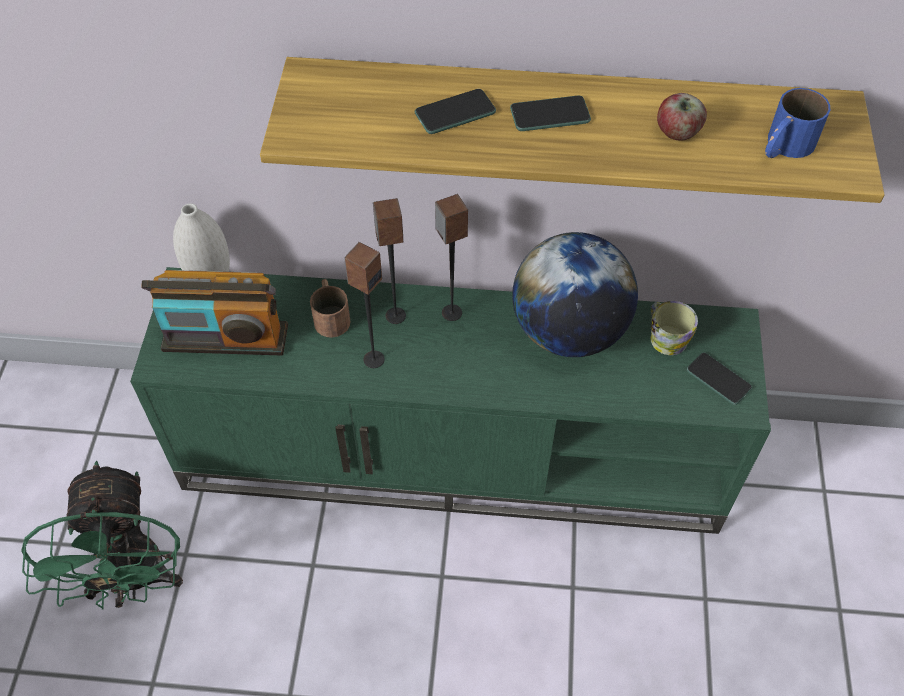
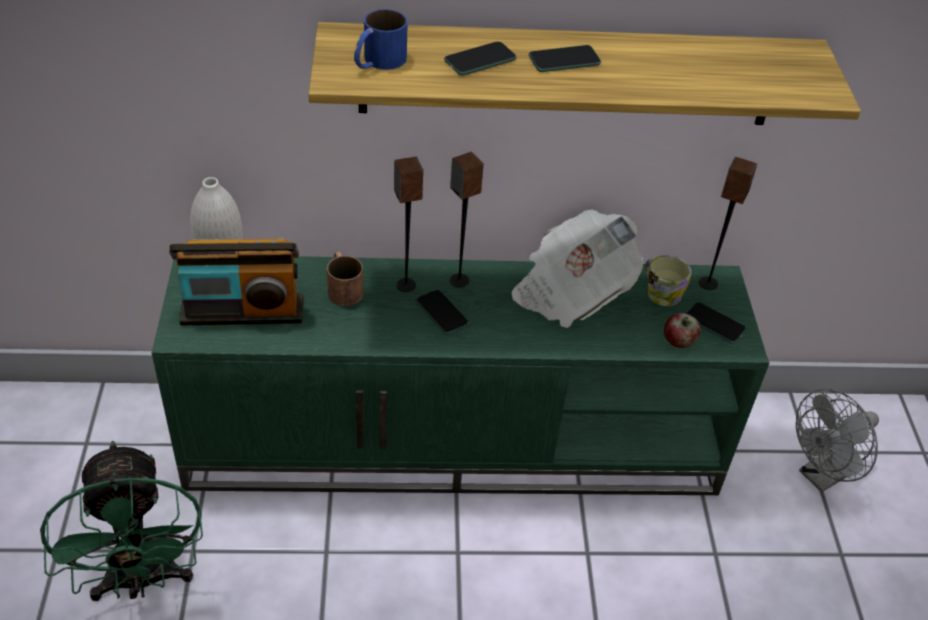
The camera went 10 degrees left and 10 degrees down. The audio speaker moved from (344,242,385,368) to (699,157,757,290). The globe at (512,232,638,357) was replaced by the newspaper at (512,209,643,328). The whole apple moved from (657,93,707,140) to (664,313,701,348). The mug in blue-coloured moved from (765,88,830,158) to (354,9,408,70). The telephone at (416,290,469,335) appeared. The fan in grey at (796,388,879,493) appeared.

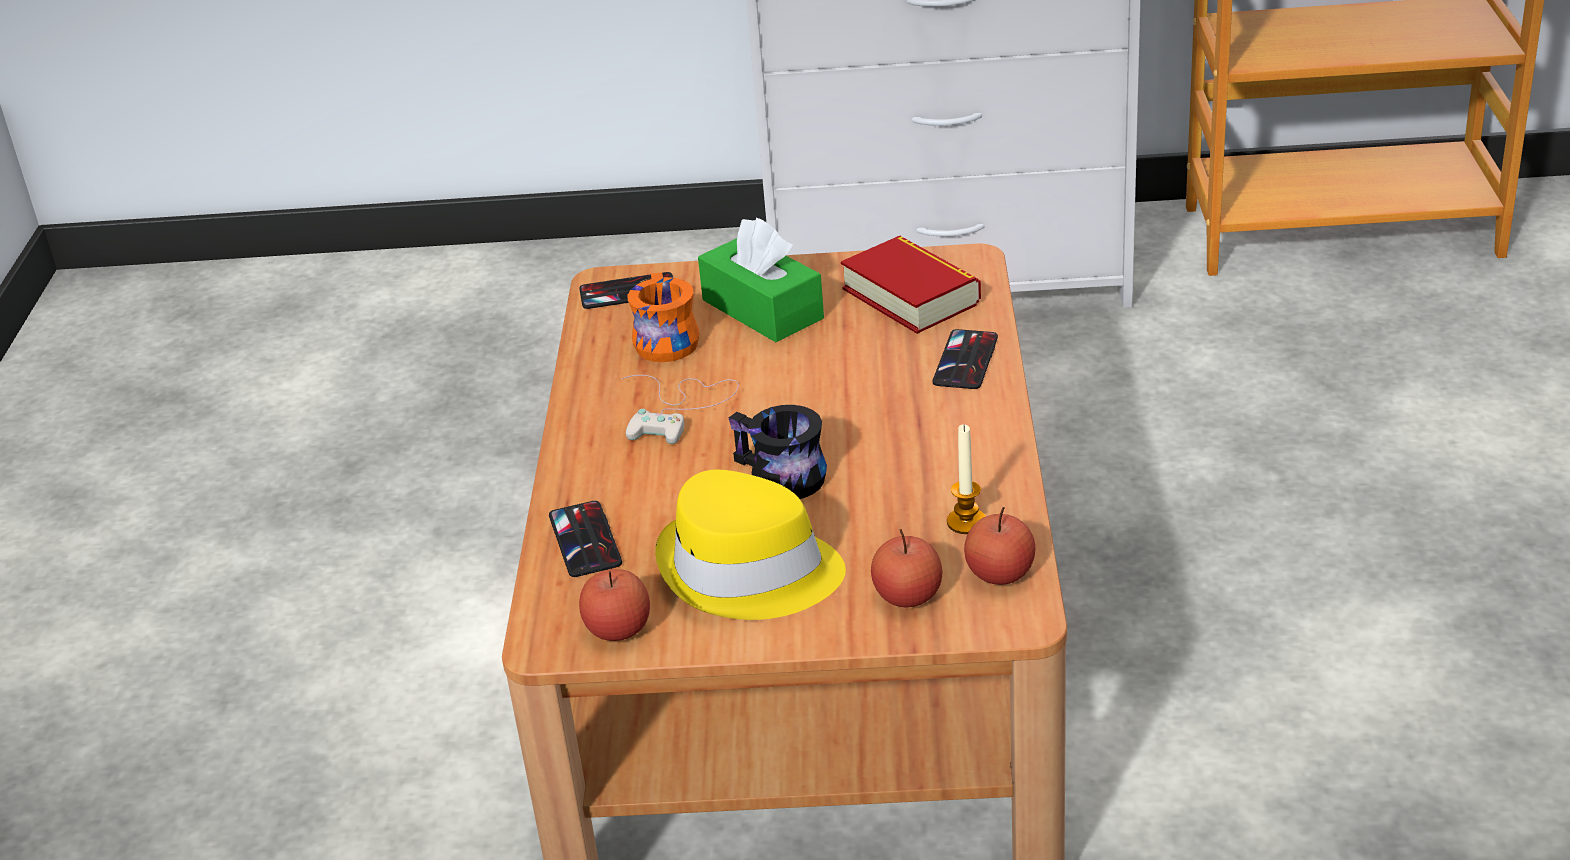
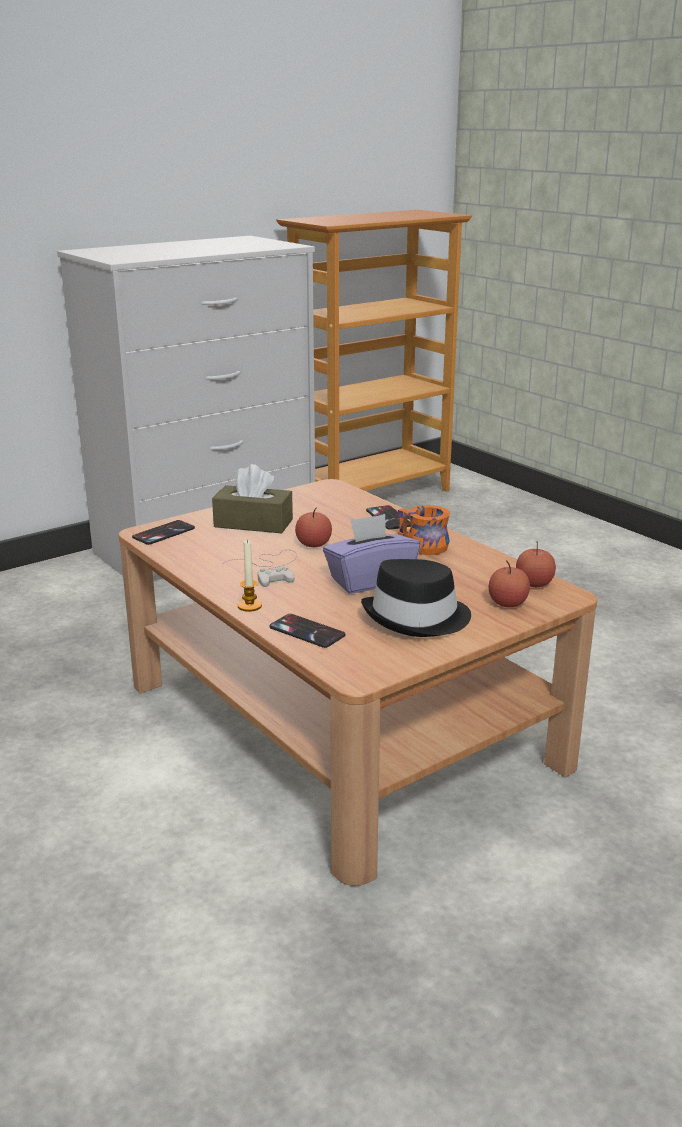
The camera went 40 degrees left and 10 degrees down. The whole apple moved from (579,569,650,641) to (295,507,332,547). The mug in orange-coloured moved from (627,272,699,362) to (398,505,450,555). The hat in yellowish at (655,470,846,620) became the hat in black at (361,559,471,637). The tissue box in green at (698,218,824,342) became the tissue box in brown at (212,464,293,533). The mug in black at (729,405,827,499) was replaced by the tissue box in purple-coloured at (323,514,420,594). The bound book at (841,236,981,334) disappeared. The wax light moved from (947,424,986,534) to (238,540,262,612).

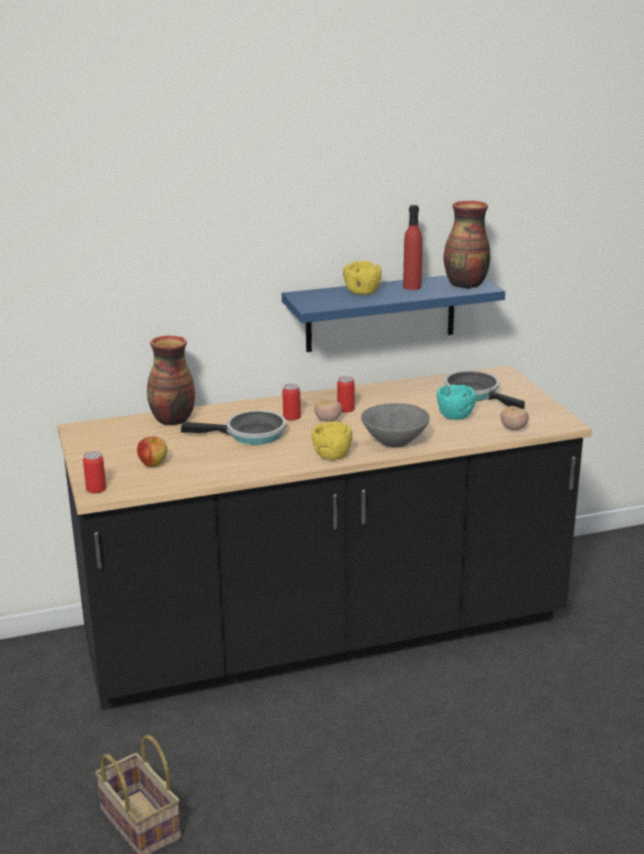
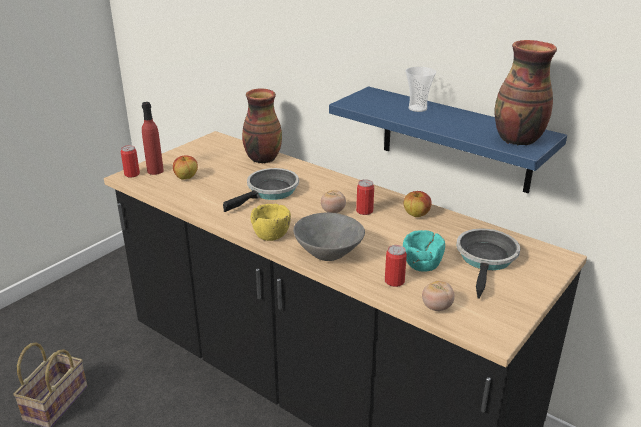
The camera went 55 degrees right and 5 degrees up. The skillet at (181,410,286,445) turned 105 degrees counterclockwise. The metal can moved from (282,383,301,421) to (385,245,407,287). The deep dish in yellowish at (343,261,382,295) was replaced by the small cup at (405,67,436,112). The beverage bottle in red moved from (403,205,423,290) to (142,102,164,175). The whole apple at (404,191,432,217) appeared.

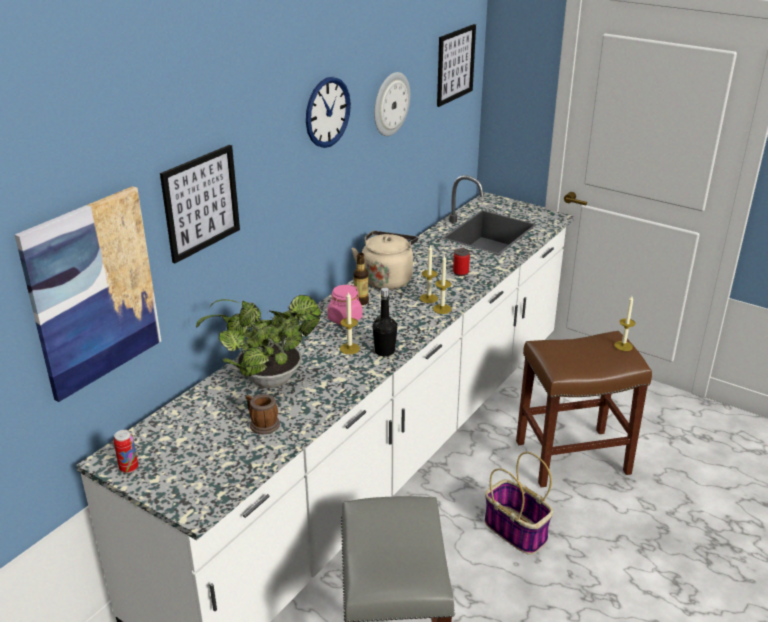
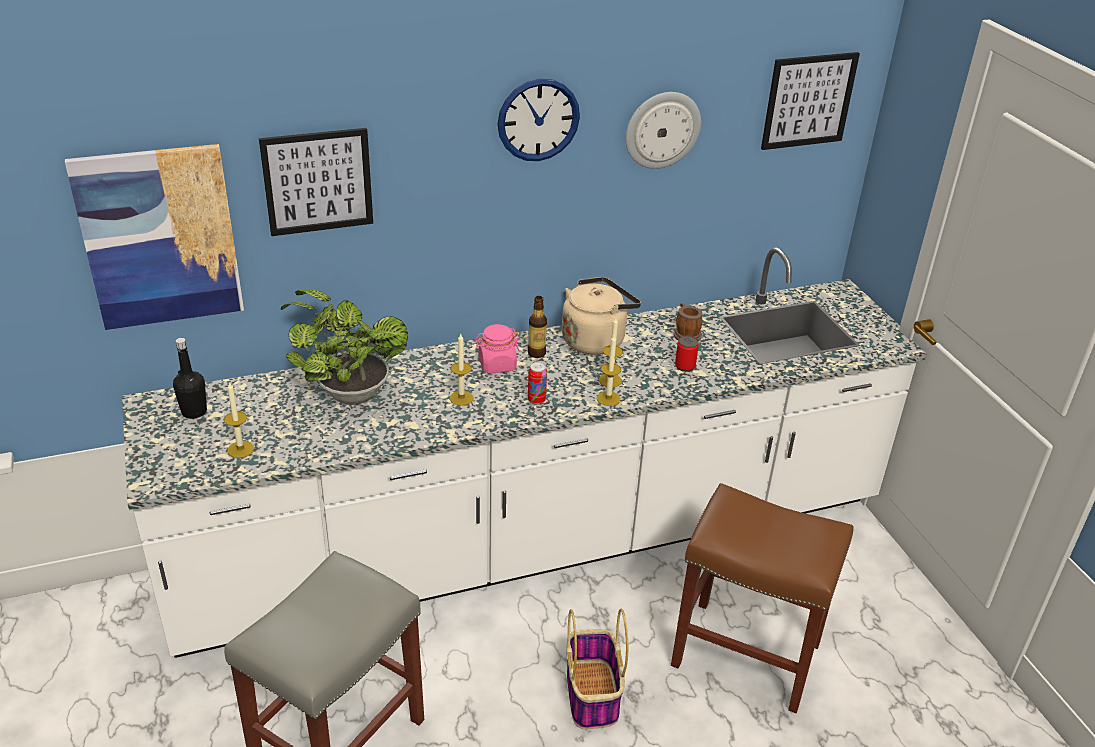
The camera went 35 degrees right and 5 degrees up. The metal can moved from (114,430,138,473) to (528,362,547,405). The mug moved from (246,394,280,434) to (673,303,702,341). The beverage bottle in black moved from (372,288,397,356) to (173,338,207,419). The wax light moved from (614,296,635,351) to (224,382,254,458).

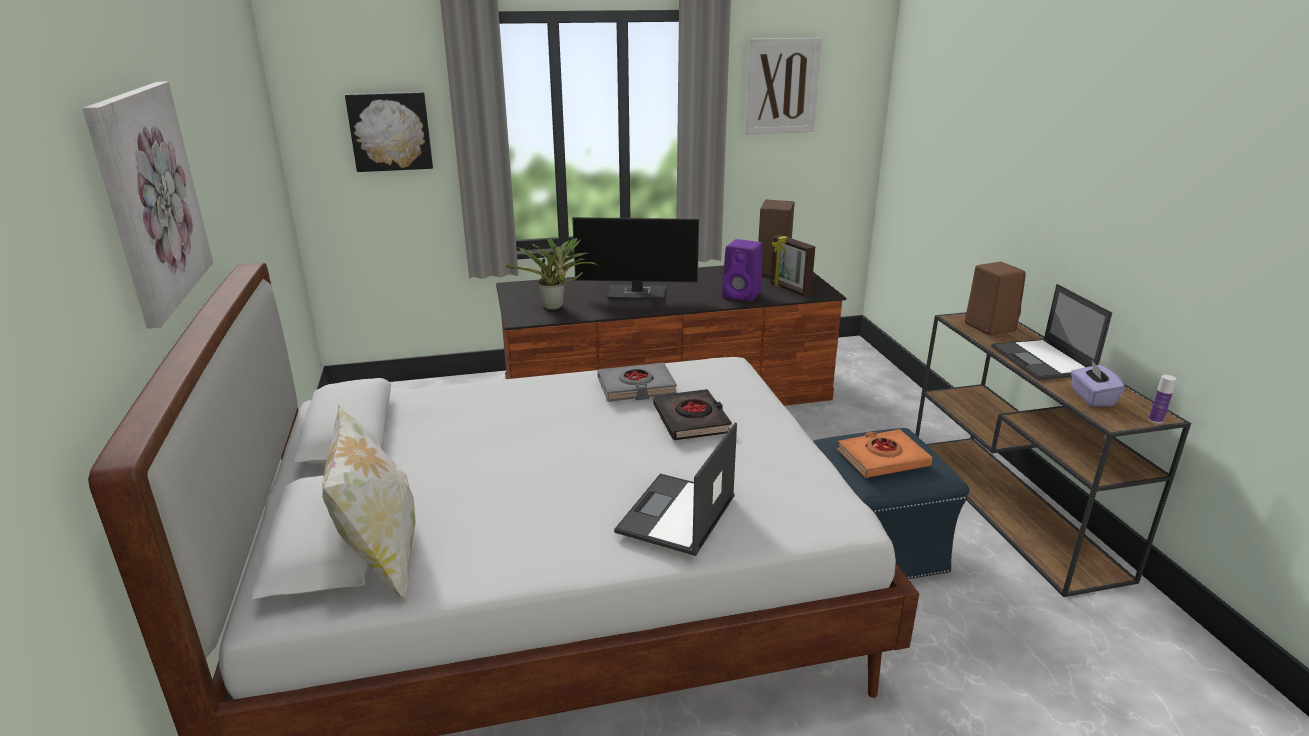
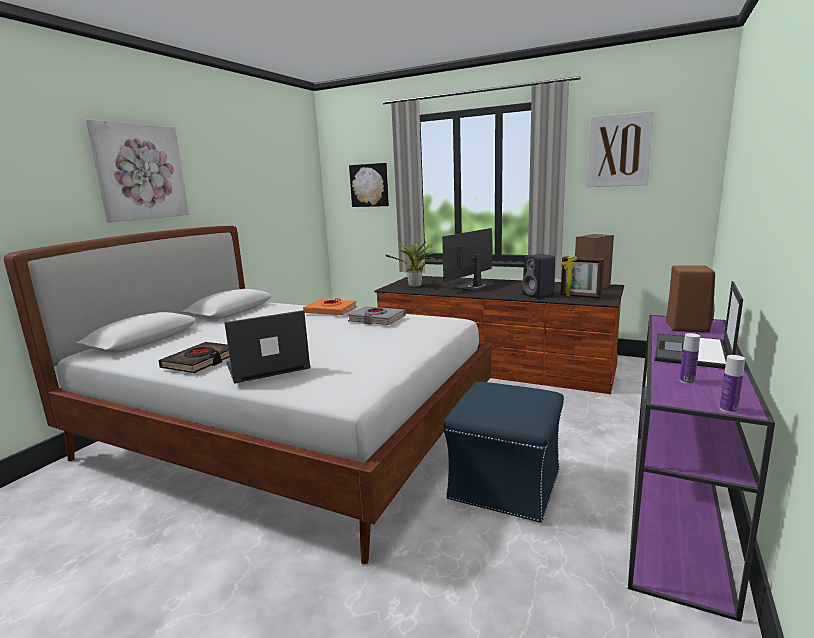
The camera went 40 degrees right and 10 degrees down. The cushion at (322,405,416,602) disappeared. The computer display at (572,217,699,300) turned 90 degrees clockwise. The bound book in black moved from (654,389,732,440) to (158,342,230,373). The audio speaker in purple-coloured at (722,239,763,302) became the audio speaker in black at (522,254,555,298). The photo frame at (770,235,815,296) turned 60 degrees counterclockwise. The bound book in orange-coloured moved from (837,429,932,478) to (303,298,357,315). The console table in brown at (915,312,1191,597) became the console table in purple-coloured at (628,315,775,622). The tissue box in purple-coloured at (1071,361,1125,407) was replaced by the beverage bottle at (679,333,700,384).

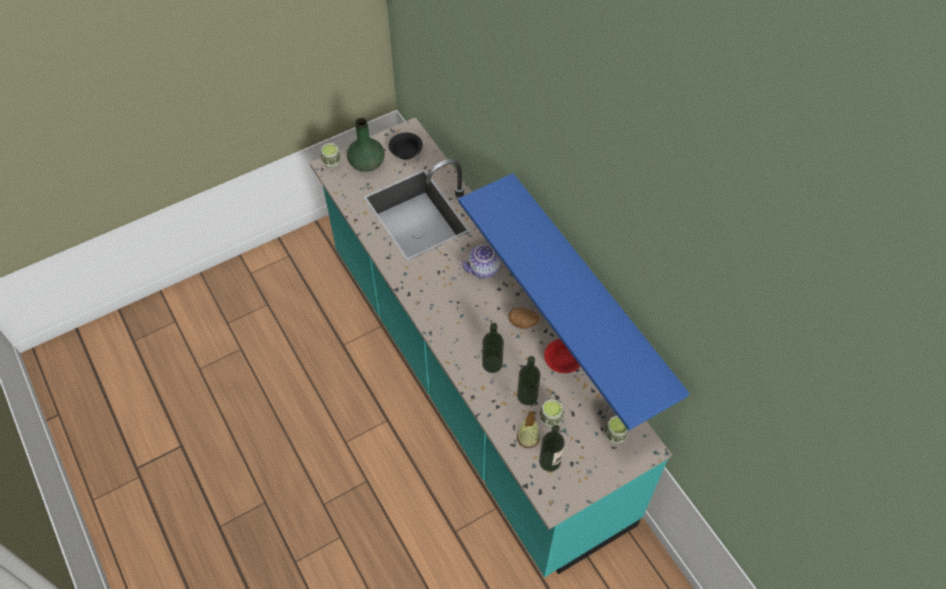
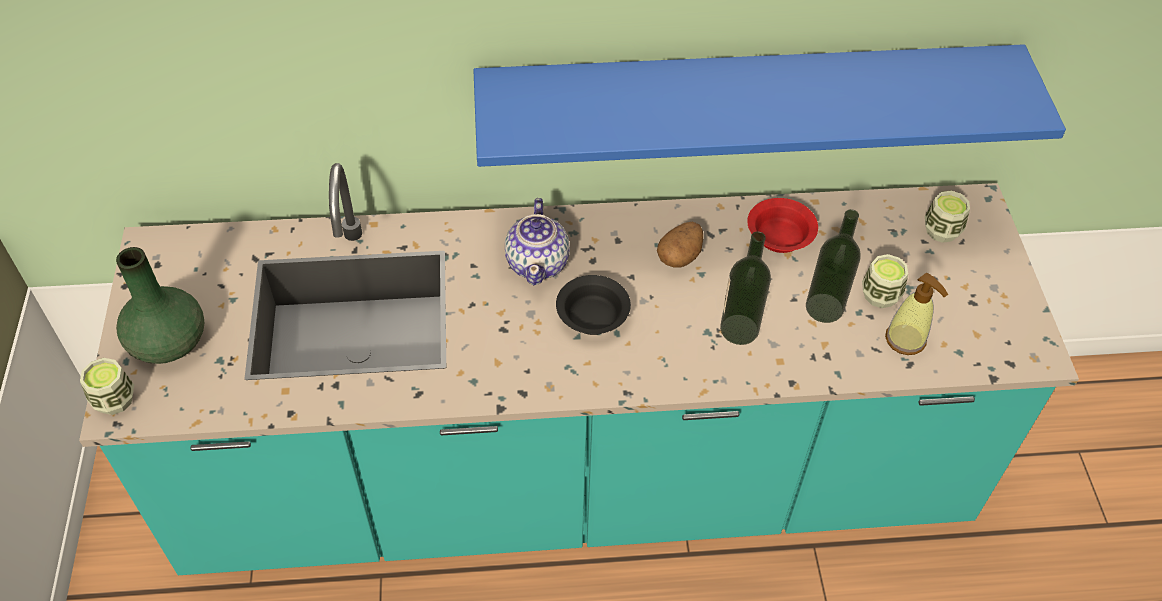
The camera went 65 degrees left and 5 degrees down. The deep dish in black moved from (389,133,423,159) to (556,275,631,335). The beverage bottle at (539,424,565,472) disappeared.

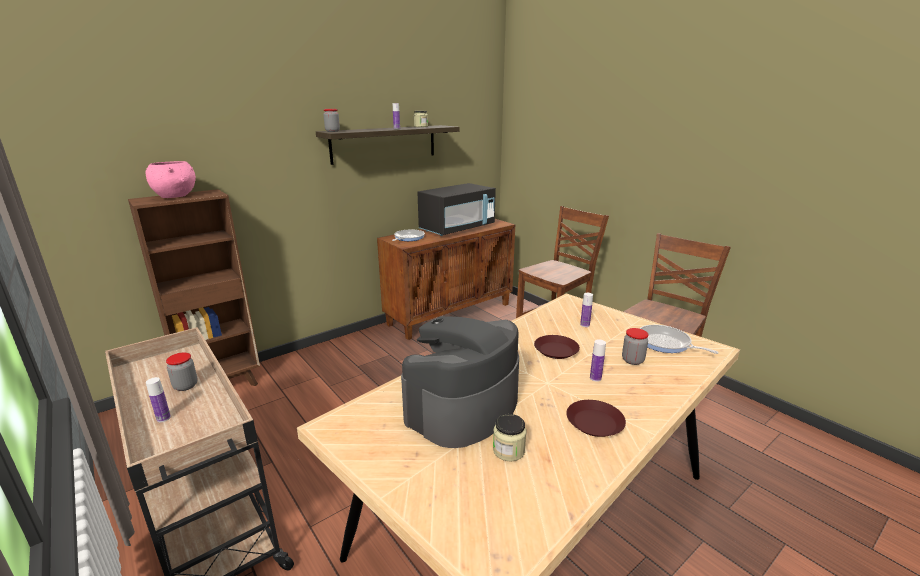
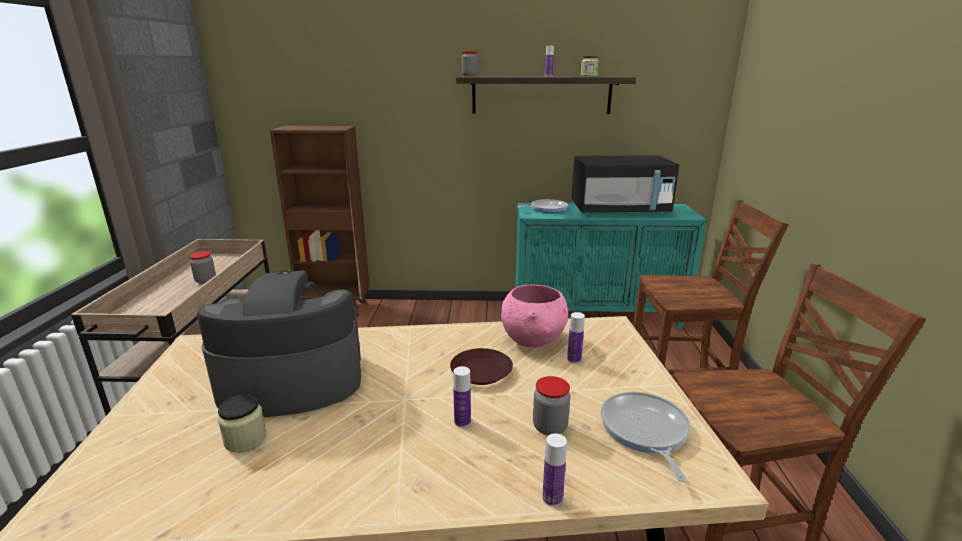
The camera went 40 degrees right and 0 degrees up. The deep dish in pink moved from (145,161,196,198) to (501,284,568,348). The beverage bottle moved from (146,377,171,422) to (542,433,567,507). The cupboard in brown at (377,219,515,340) became the cupboard in turquoise at (515,203,707,328). The dinner plate in brown at (566,400,626,437) disappeared.

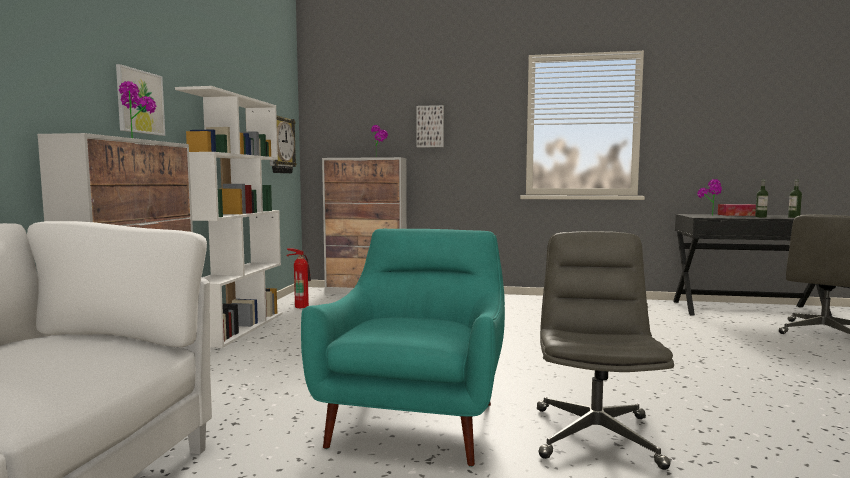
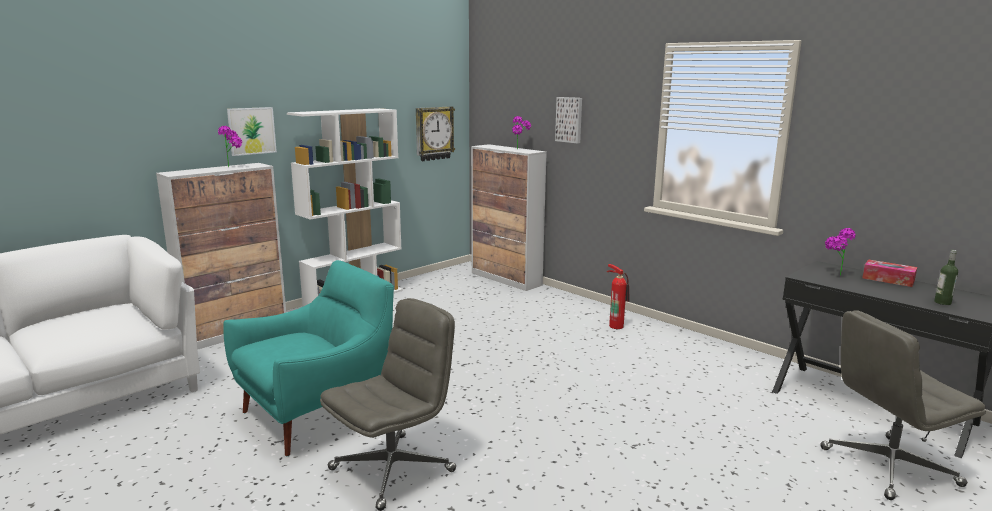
The camera went 35 degrees right and 10 degrees up. The fire-fighting cylinder moved from (286,248,311,308) to (607,264,630,329). The beverage bottle at (755,179,768,217) disappeared.

